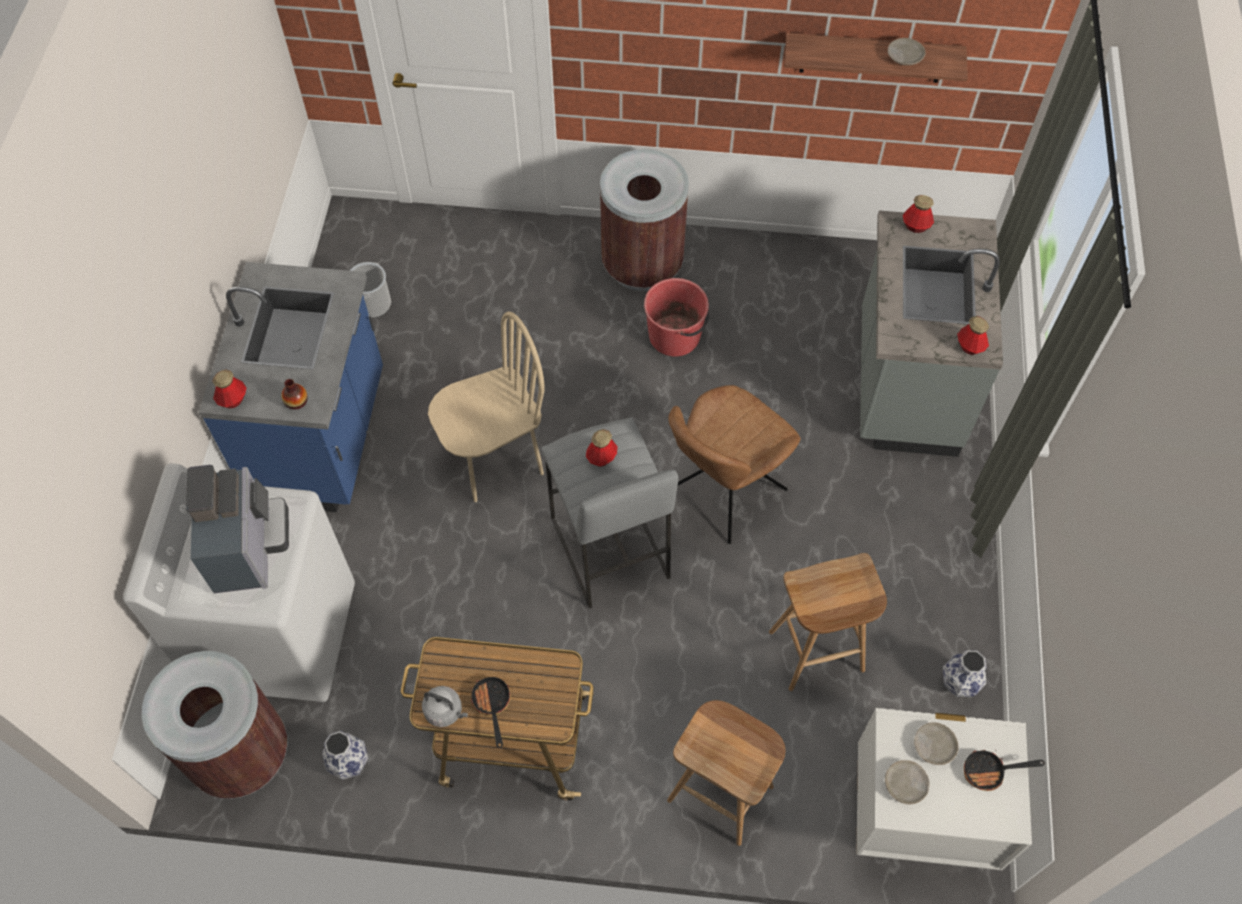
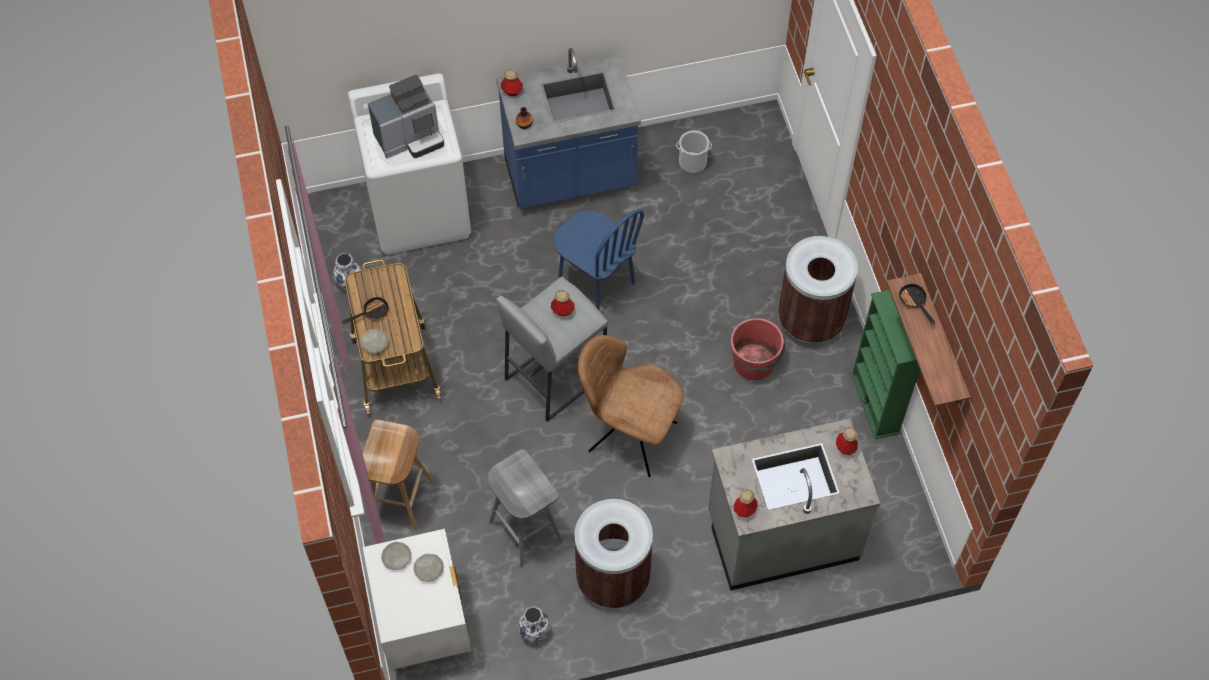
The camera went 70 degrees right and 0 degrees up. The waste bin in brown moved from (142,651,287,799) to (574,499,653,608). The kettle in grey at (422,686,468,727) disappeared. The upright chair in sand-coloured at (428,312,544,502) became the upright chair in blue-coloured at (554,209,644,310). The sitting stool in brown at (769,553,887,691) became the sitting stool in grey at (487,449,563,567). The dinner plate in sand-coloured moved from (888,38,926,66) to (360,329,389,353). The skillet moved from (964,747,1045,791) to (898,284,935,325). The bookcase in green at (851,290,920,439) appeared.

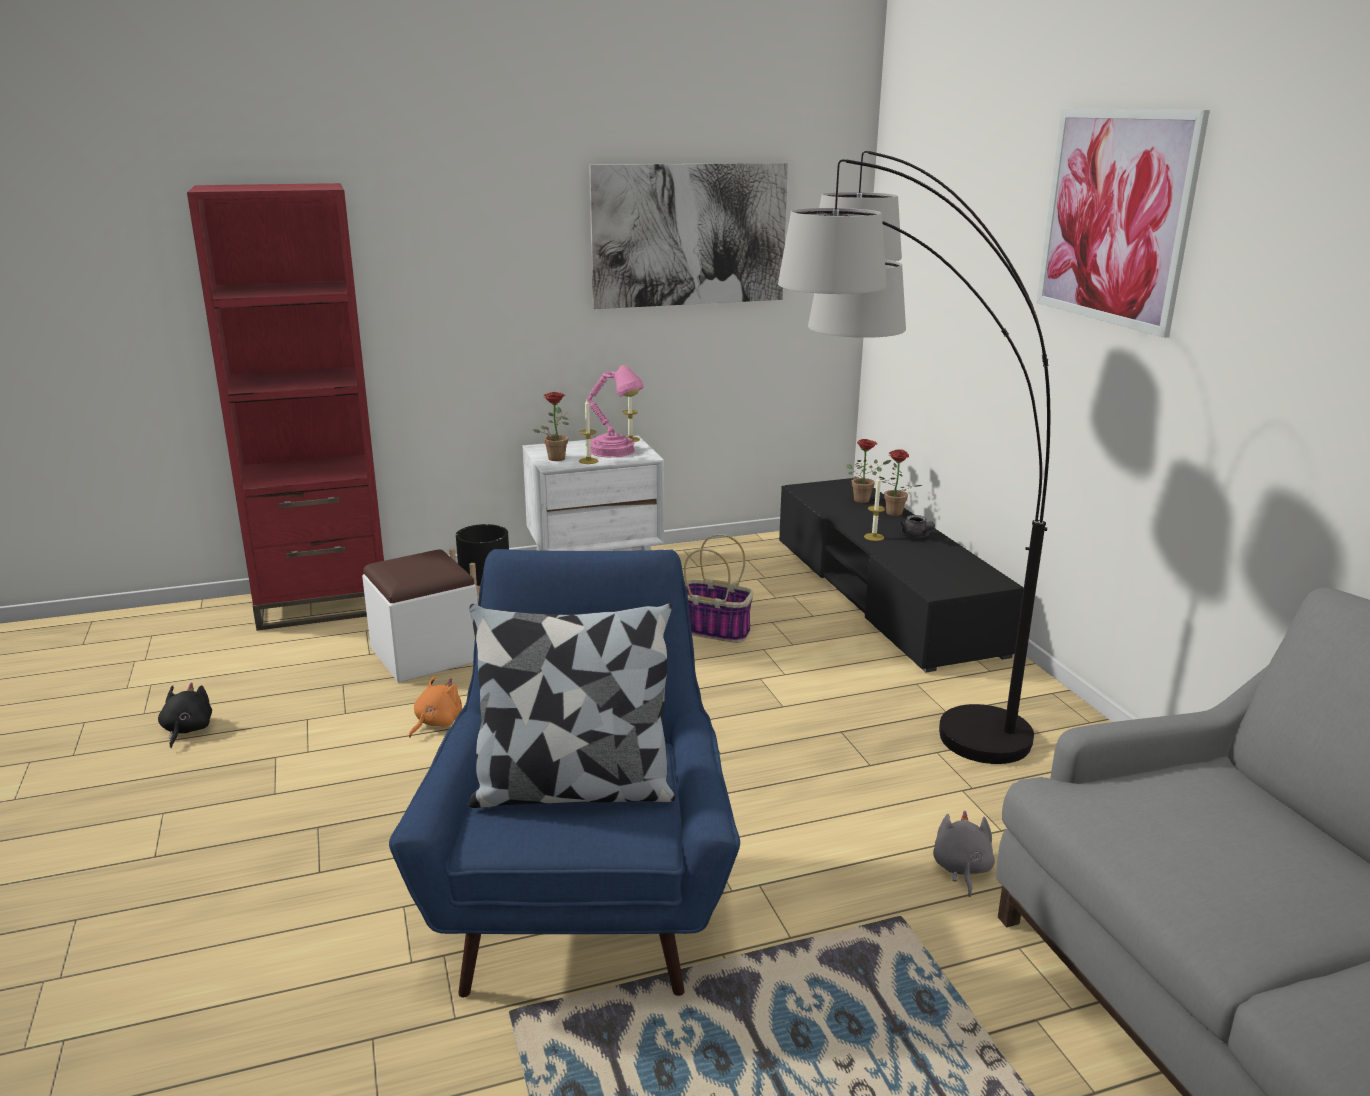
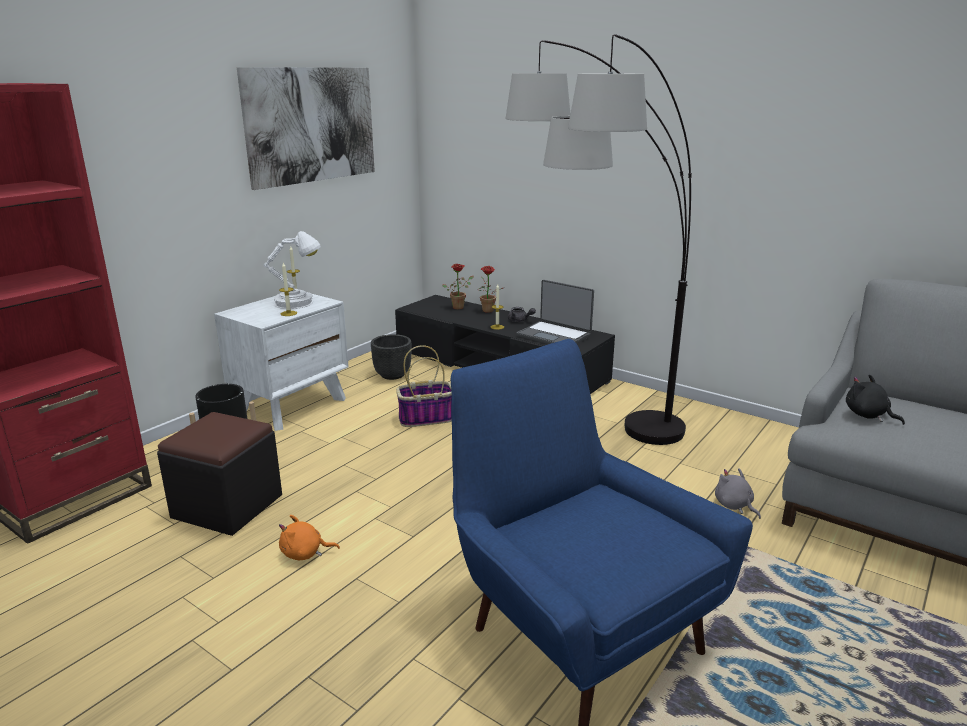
The camera went 35 degrees left and 0 degrees up. The soft toy in black moved from (158,683,212,748) to (846,375,905,425). The footrest in white at (362,549,478,683) became the footrest in black at (157,412,282,536). The soft toy in orange-coloured at (409,677,462,738) turned 90 degrees counterclockwise. The cushion at (468,603,676,808) disappeared. The plant in a pot at (533,392,569,461) disappeared. The table lamp in pink at (586,365,644,457) became the table lamp in white at (263,231,321,309). The picture at (1036,109,1210,338) disappeared. The planter in black at (371,334,411,380) appeared. The portable computer at (516,280,594,344) appeared.

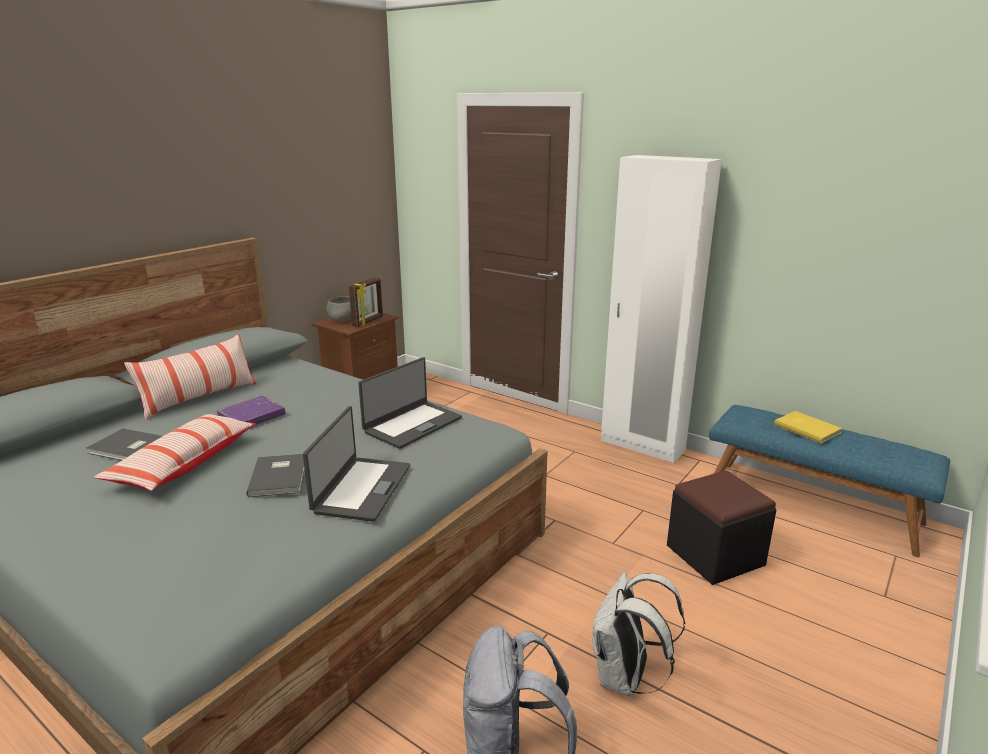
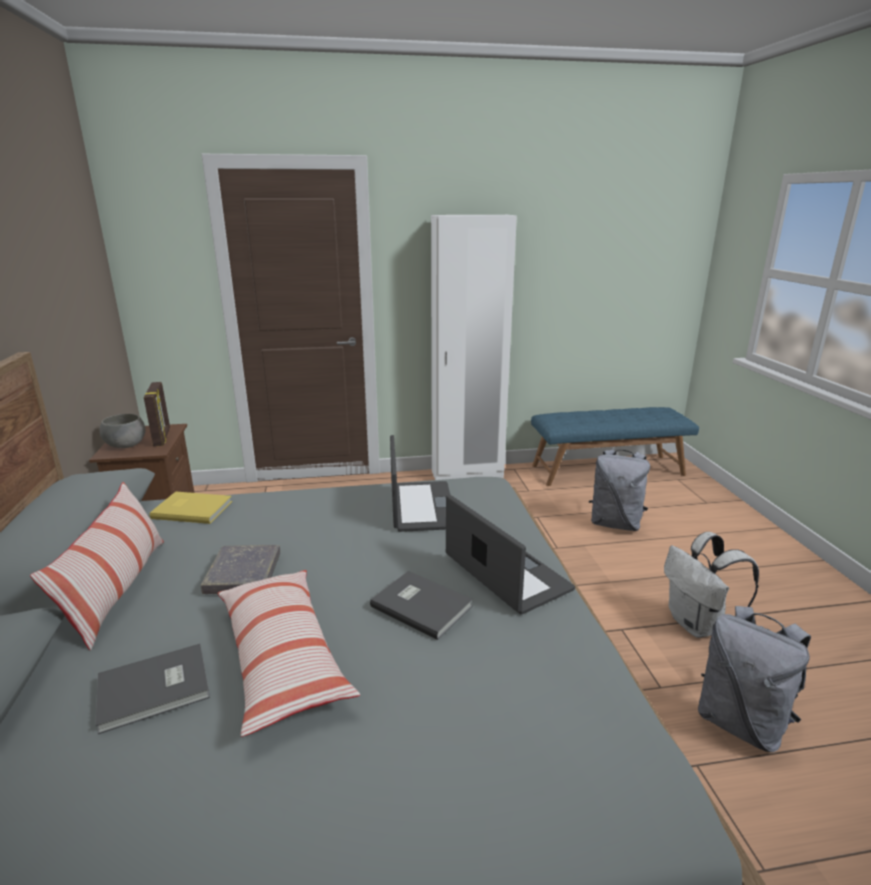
The camera went 45 degrees left and 0 degrees up. The bound book in purple-coloured at (217,396,286,425) became the bound book in grey at (201,545,280,594). The footrest in black at (667,470,776,585) was replaced by the knapsack in grey at (589,449,650,531). The bound book in yellowish moved from (774,411,842,443) to (150,492,232,524).

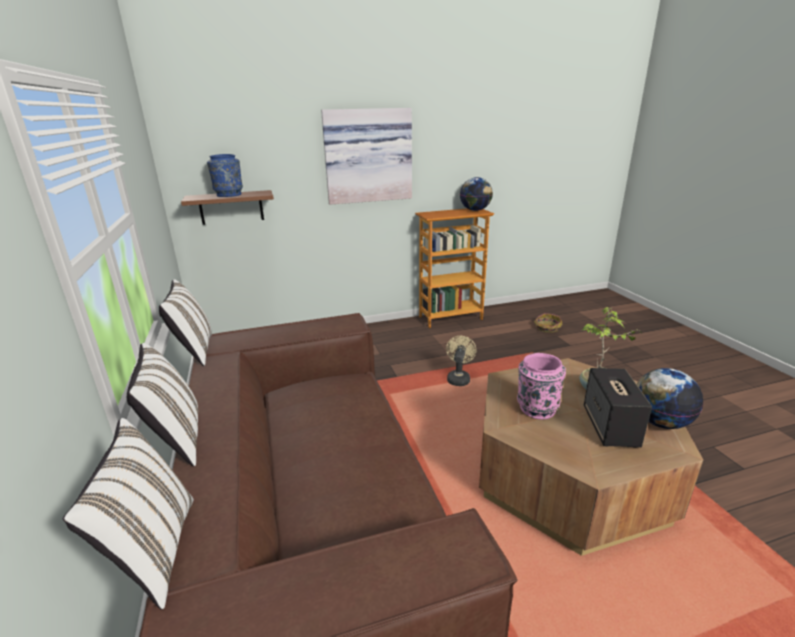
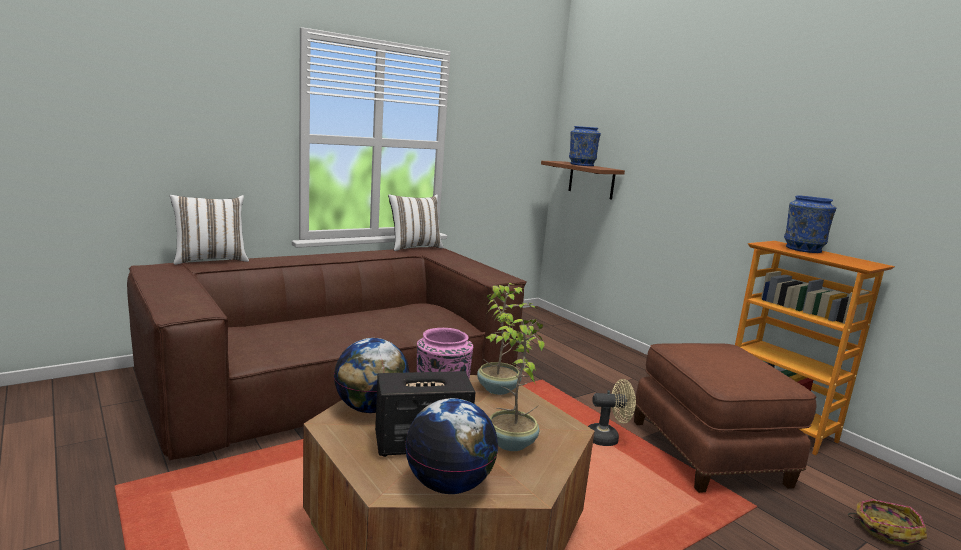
The camera went 70 degrees right and 10 degrees down. The cushion in white at (127,343,198,466) disappeared. The picture at (321,108,412,205) disappeared. The globe moved from (460,177,493,211) to (334,338,409,413). The plant in a pot at (477,283,536,395) appeared. The footrest in brown at (634,343,816,493) appeared. The flower vase in blue-coloured at (784,196,836,253) appeared.

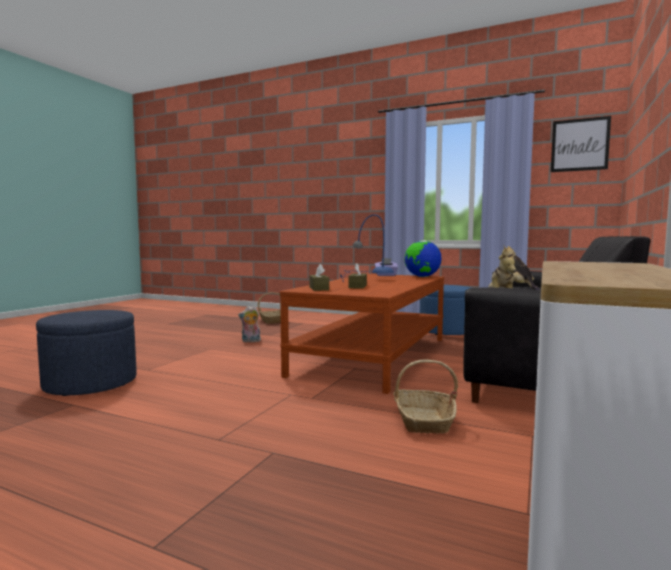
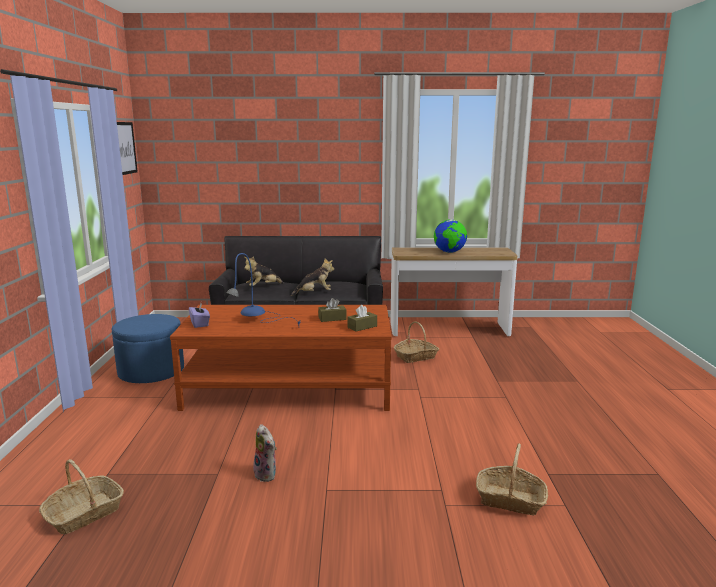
The camera went 115 degrees left and 10 degrees up. The footrest in blue-coloured at (36,310,137,396) was replaced by the household basket at (476,443,548,516). The globe moved from (404,240,442,277) to (434,220,467,253).

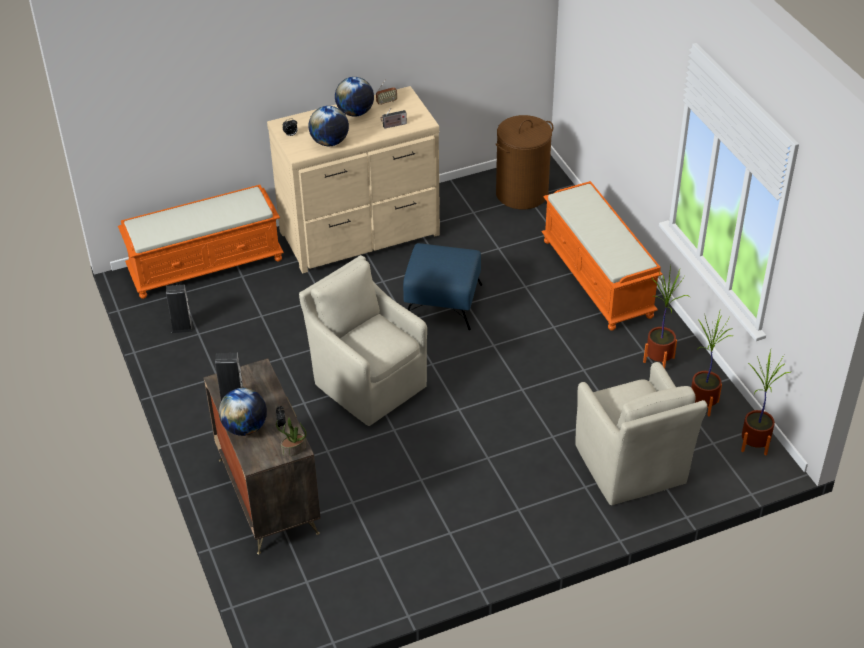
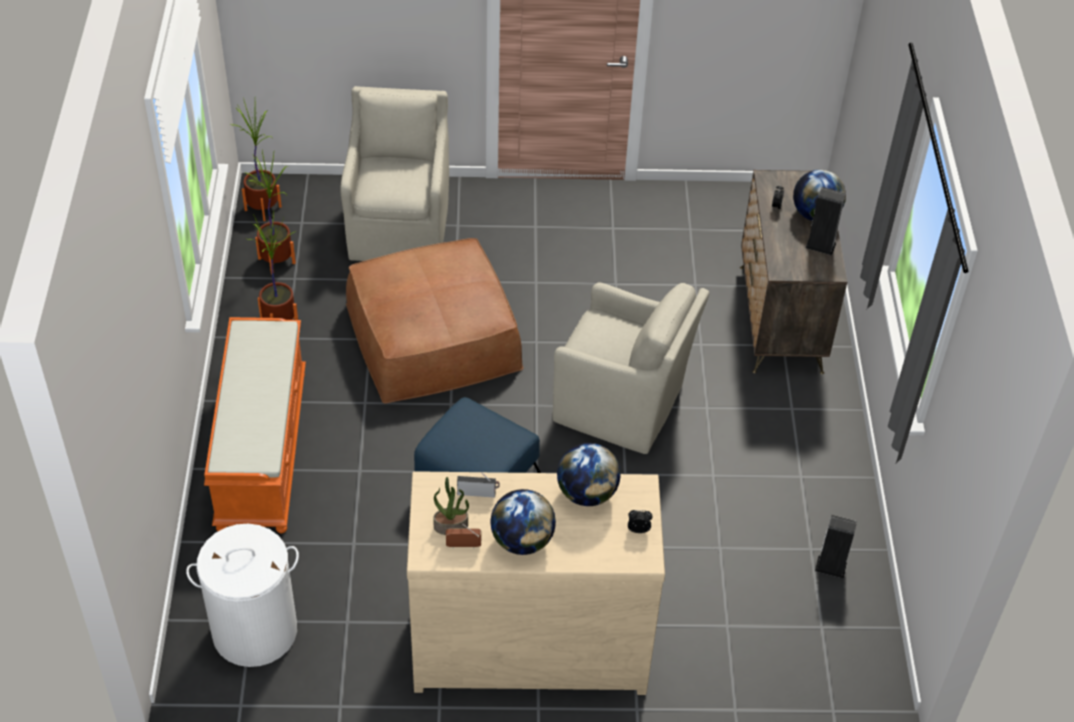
The camera went 160 degrees left and 5 degrees up. The indoor bench in orange-coloured at (118,185,284,299) disappeared. The plant in a pot moved from (276,417,307,456) to (433,477,469,535). The lounge chair in sand-coloured at (299,255,427,426) turned 45 degrees counterclockwise. The washing basket in brown at (496,115,553,209) became the washing basket in white at (186,524,299,667). The footrest in brown at (346,238,524,404) appeared.

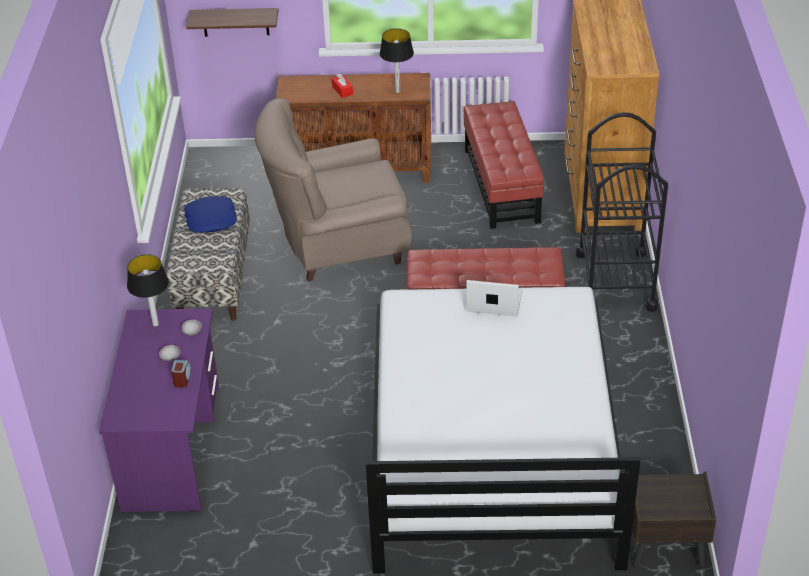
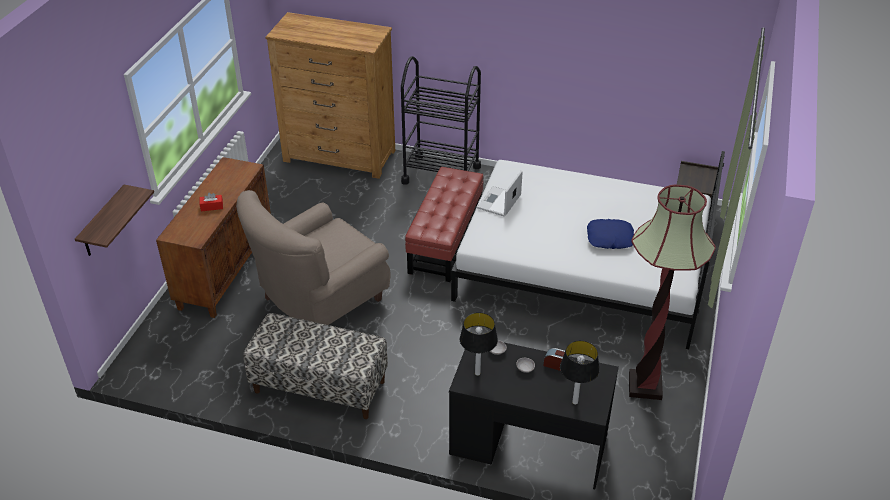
The camera went 75 degrees left and 0 degrees up. The desk in purple-coloured at (99,309,219,512) became the desk in black at (449,343,619,489). The cushion in blue-coloured moved from (184,196,237,233) to (587,219,634,249). The lounge chair in sand-coloured at (254,98,412,281) turned 45 degrees clockwise. The table lamp moved from (380,29,414,93) to (560,341,600,405). The footrest in red at (464,101,544,229) disappeared. The standard lamp at (629,185,716,400) appeared.

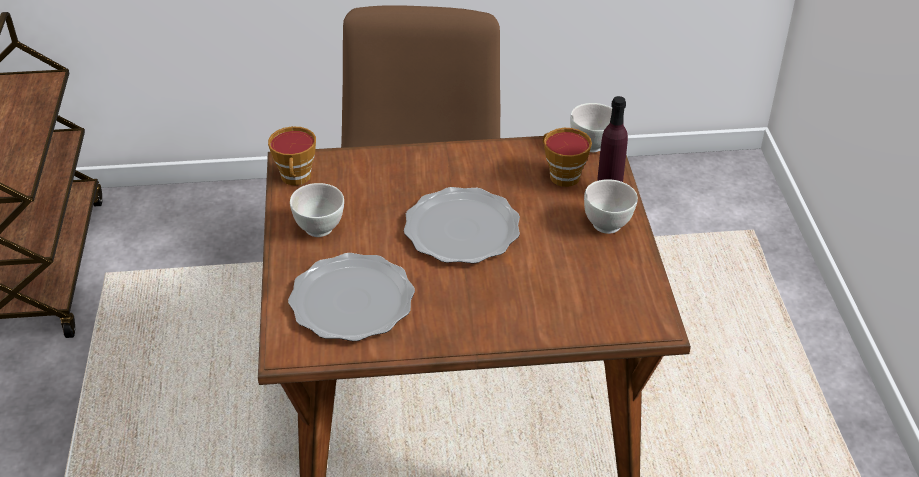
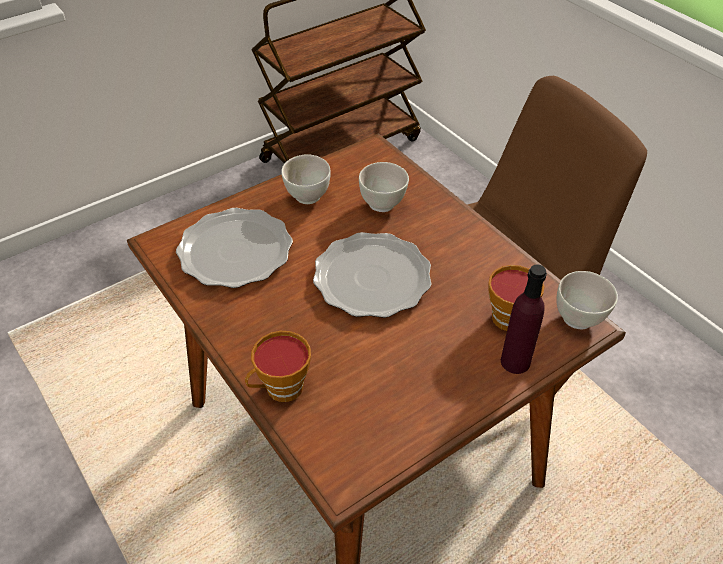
The camera went 60 degrees right and 5 degrees up. The small cup moved from (268,126,316,185) to (245,331,311,402). The deep dish in white moved from (584,179,638,234) to (359,162,409,212).

